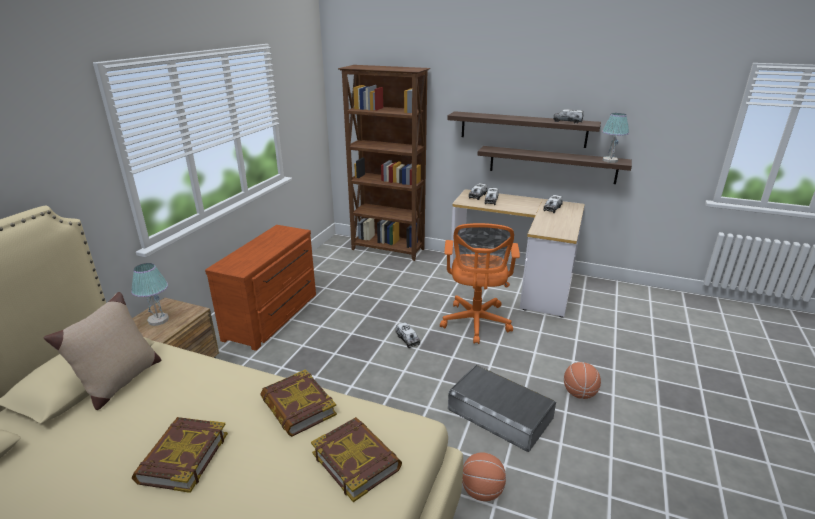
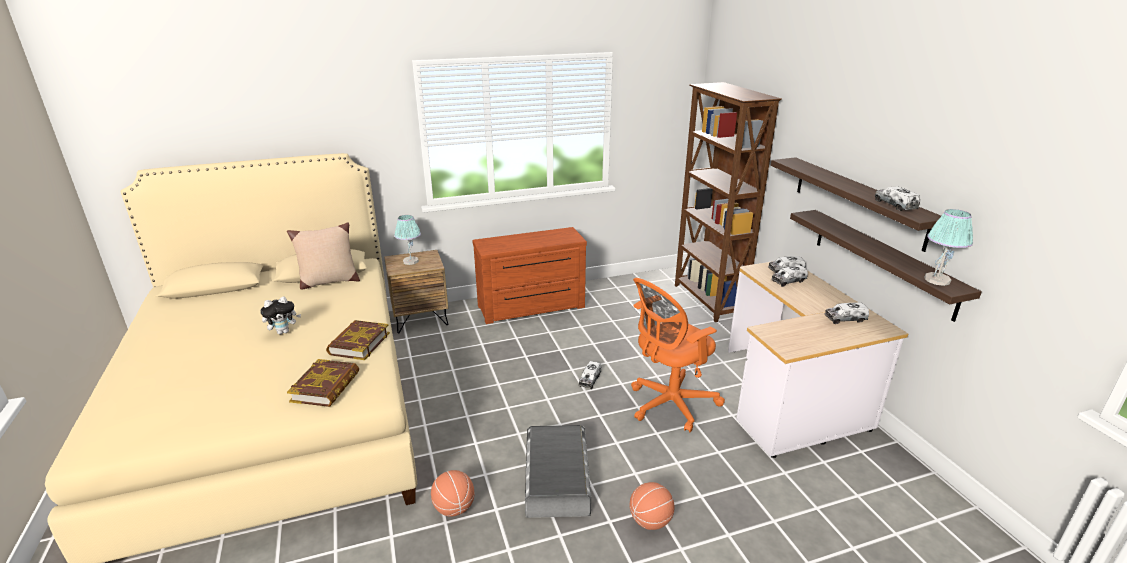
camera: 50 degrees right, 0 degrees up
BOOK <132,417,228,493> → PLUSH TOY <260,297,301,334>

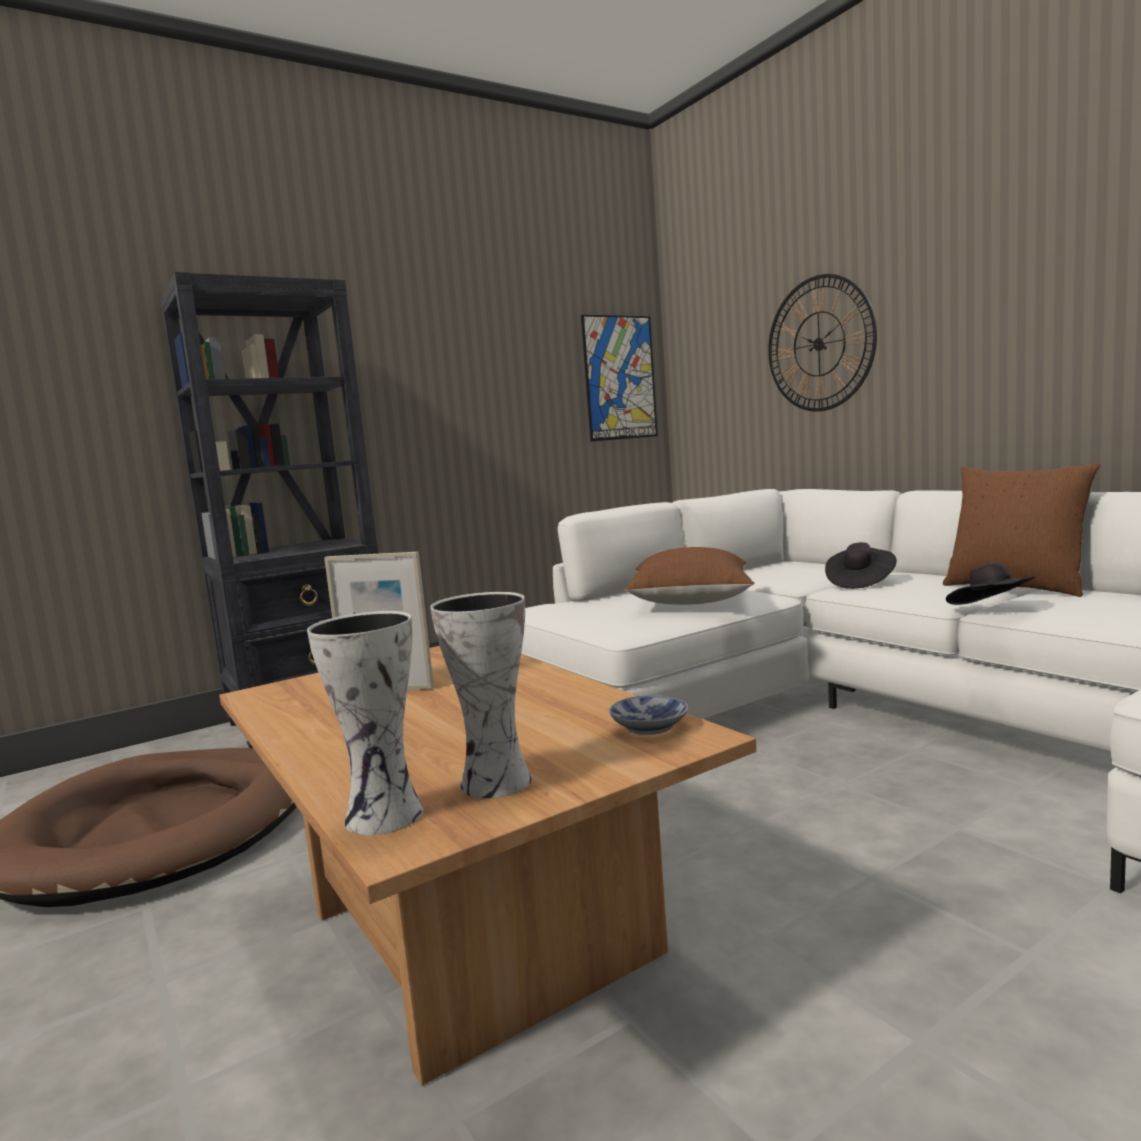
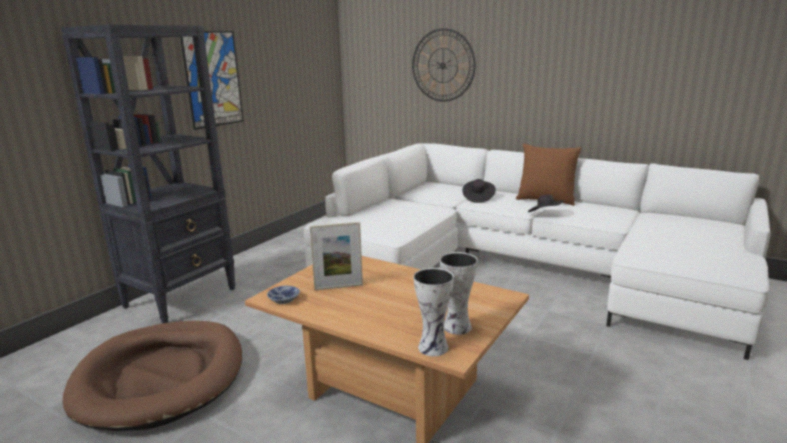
camera: 25 degrees left, 10 degrees up
PICTURE <581,315,658,441> → PICTURE <180,31,243,130>, moved
BOWL <609,695,688,735> → BOWL <267,286,300,304>, moved
BROWN PILLOW <624,547,754,605> → -

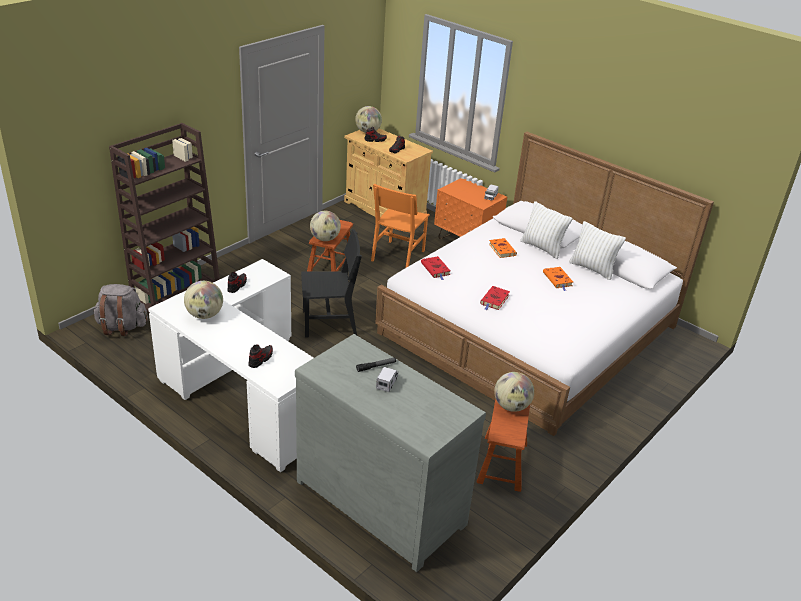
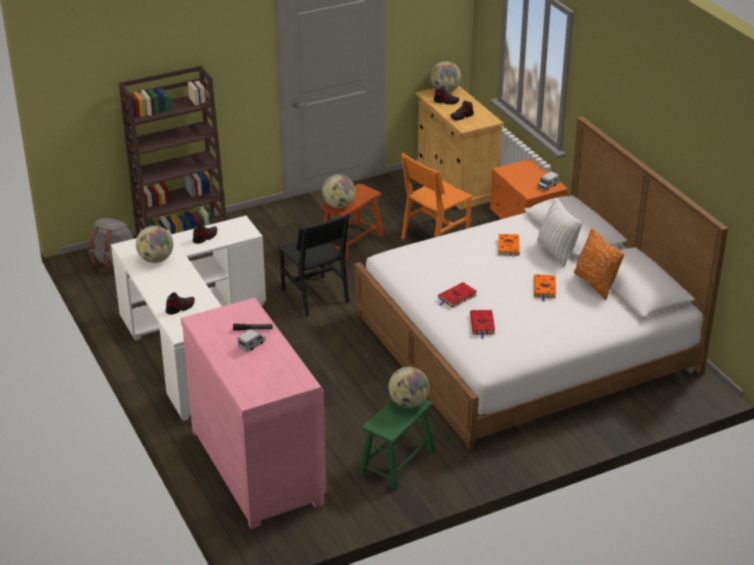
camera: 25 degrees right, 0 degrees up
GREY DRESSER <295,334,486,572> → PINK DRESSER <181,297,326,529>
BLACK CHAIR <301,229,362,337> → BLACK CHAIR <278,213,350,317>, 45 degrees clockwise
RED BOOK <421,256,450,280> → RED BOOK <470,310,495,339>, moved
BROWN STOOL <476,399,530,492> → GREEN STOOL <359,399,435,490>
WHITE PILLOW <569,221,626,280> → ORANGE PILLOW <574,228,624,300>

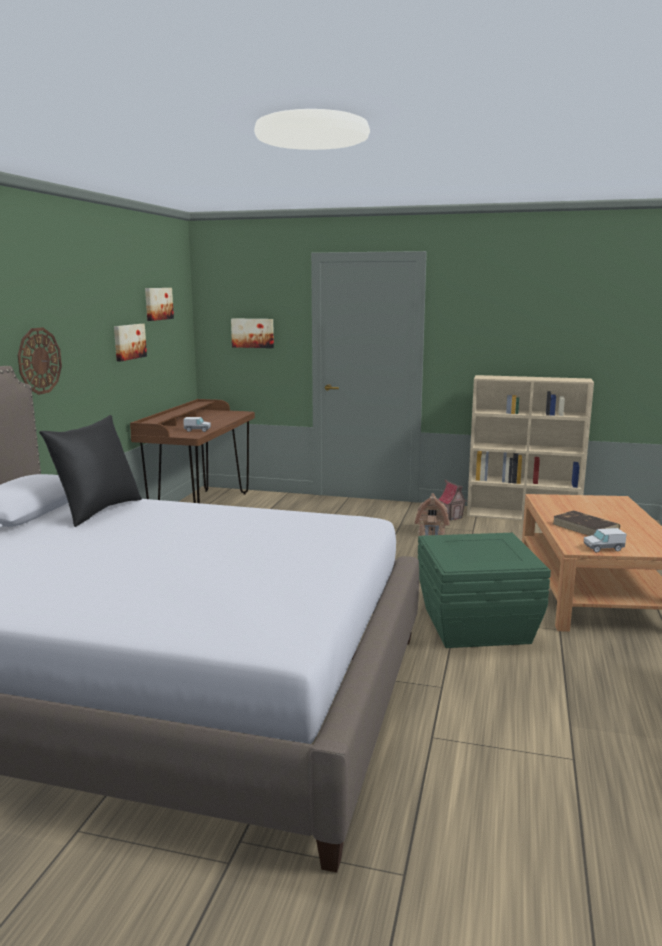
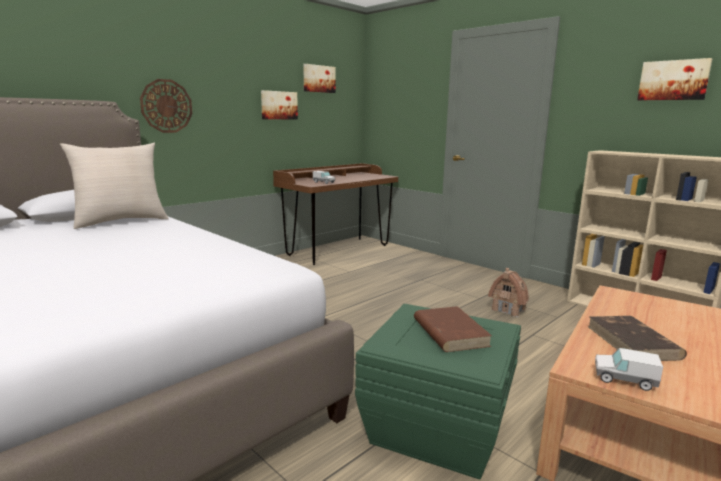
camera: 30 degrees right, 0 degrees up
BLACK PILLOW <39,415,142,527> → BEIGE PILLOW <60,143,169,229>
PICTURE <231,318,274,348> → PICTURE <637,58,713,100>, moved
TOY HOUSE <438,479,468,521> → -
- → BROWN BOOK <414,306,492,352>

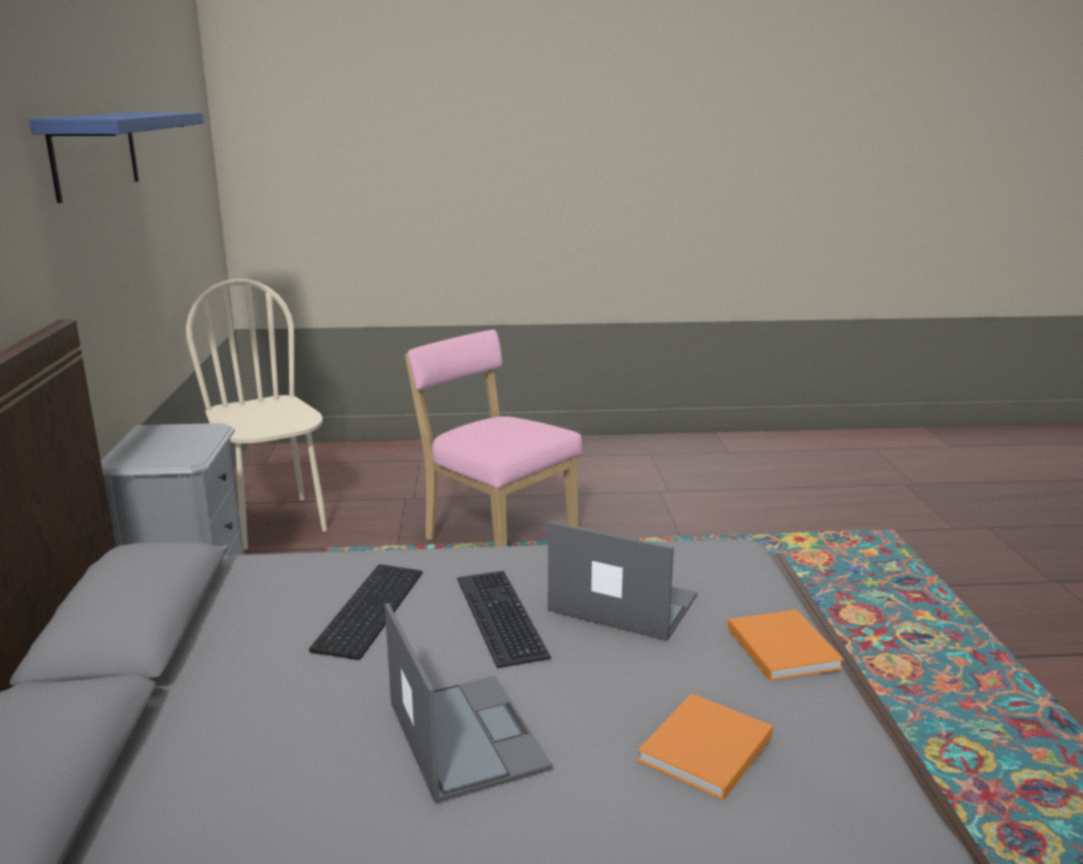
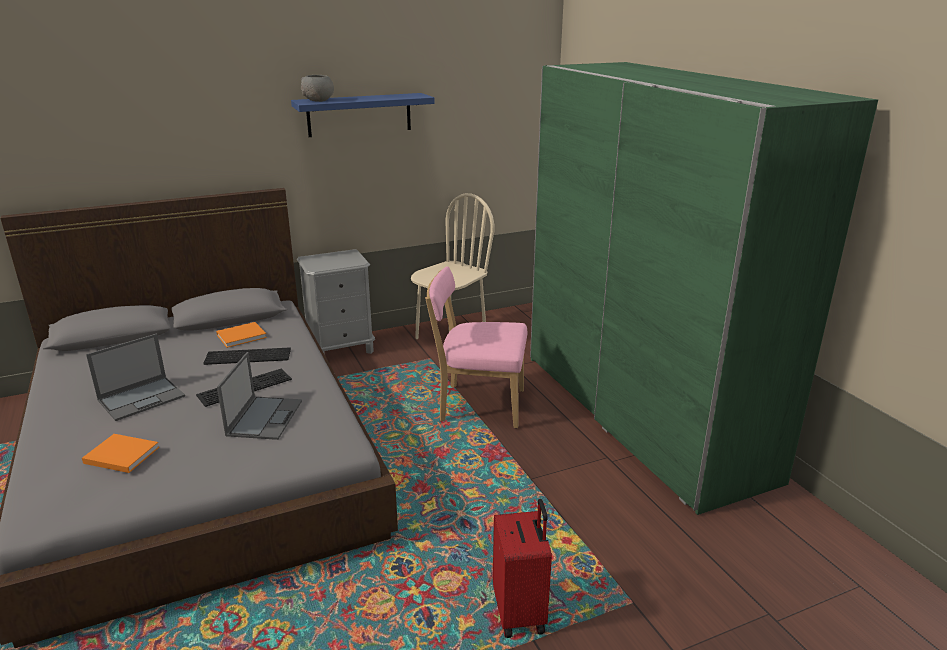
camera: 70 degrees right, 5 degrees up
PINK CHAIR <405,330,582,547> → PINK CHAIR <425,266,527,428>, 105 degrees counterclockwise
ORANGE BOOK <728,610,844,681> → ORANGE BOOK <216,322,267,348>, moved
- → GREY BOWL <301,75,334,102>
- → RED SUITCASE <493,499,552,638>
- → GREEN WARDROBE <530,62,878,515>

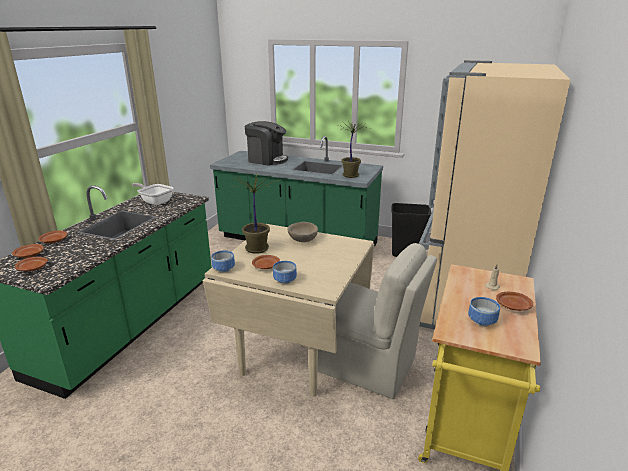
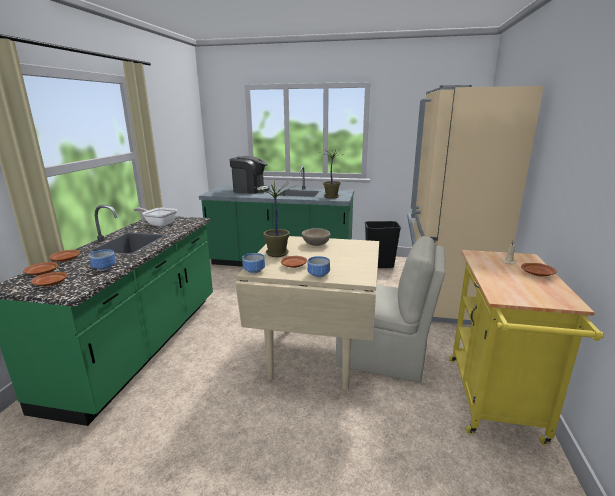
camera: 10 degrees left, 5 degrees down
BOWL <468,297,500,326> → BOWL <89,250,116,271>, moved

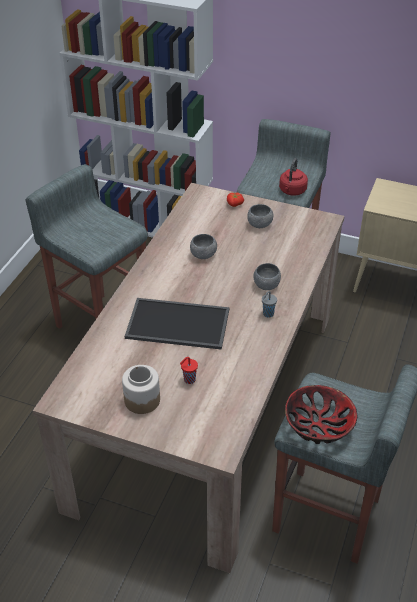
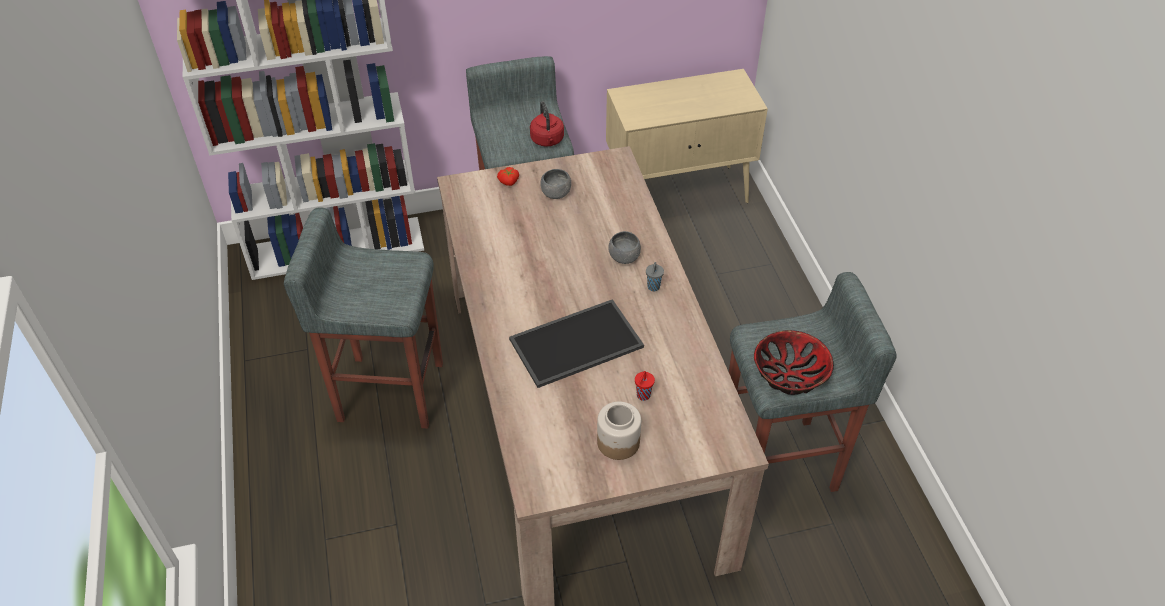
camera: 35 degrees left, 5 degrees up
GREY BOWL <190,234,217,259> → -

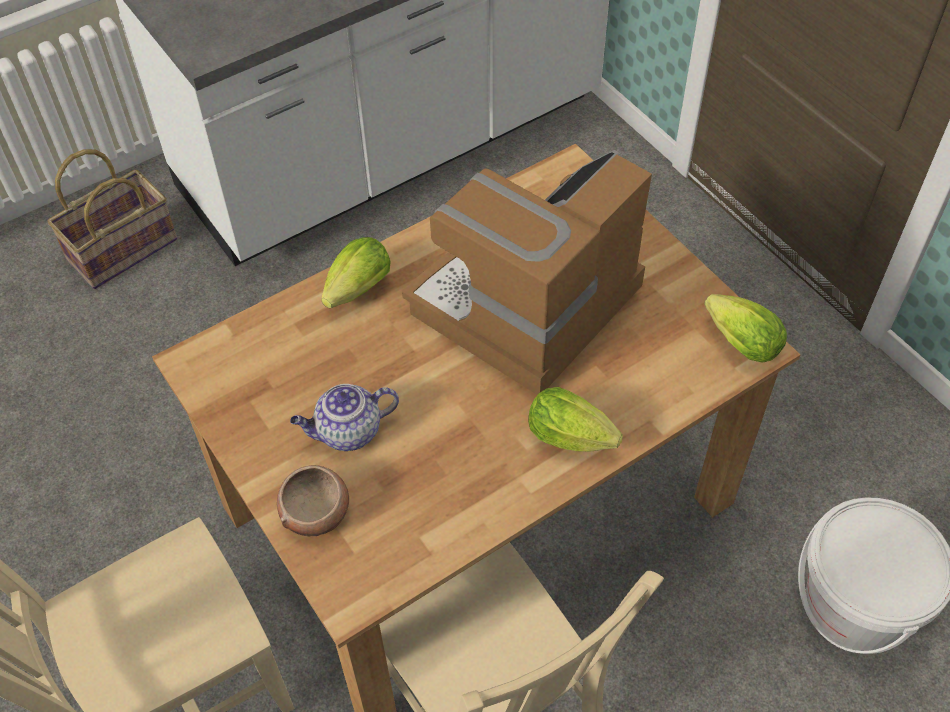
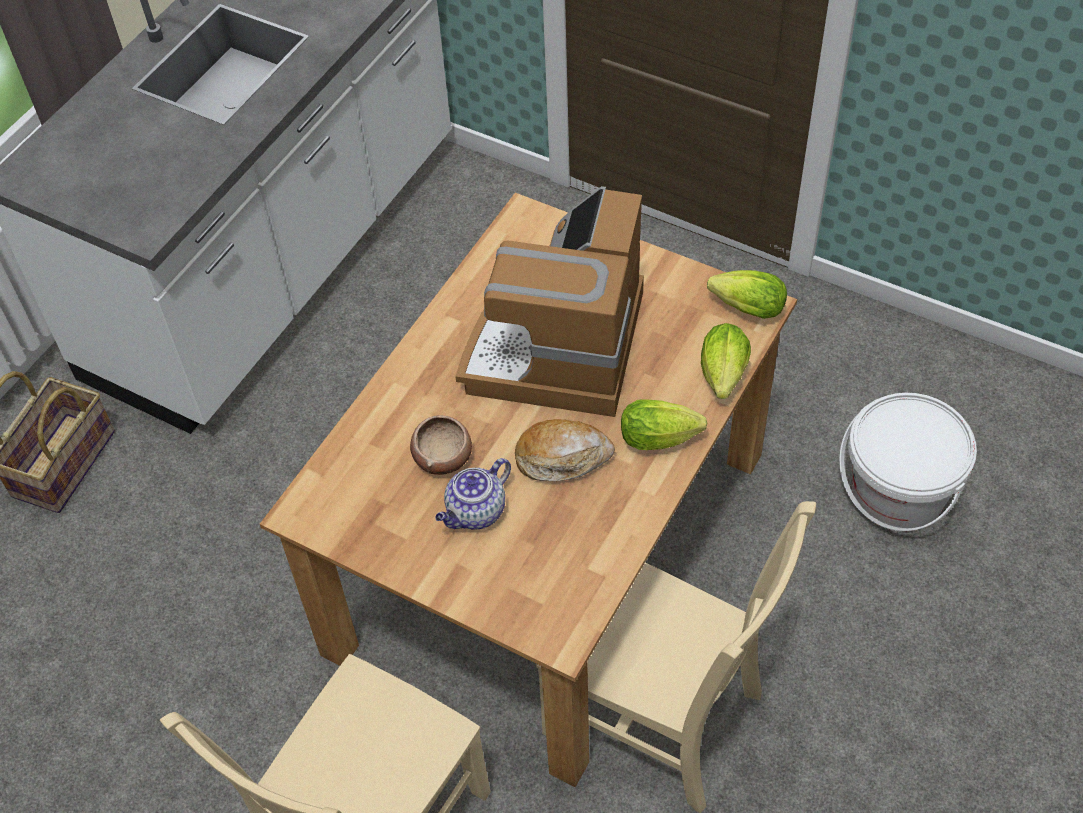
camera: 25 degrees left, 0 degrees up
BOWL <277,465,349,537> → BOWL <410,415,472,475>, moved
LETTUCE <321,237,391,309> → LETTUCE <701,323,751,399>, moved
- → BREAD <515,419,615,481>

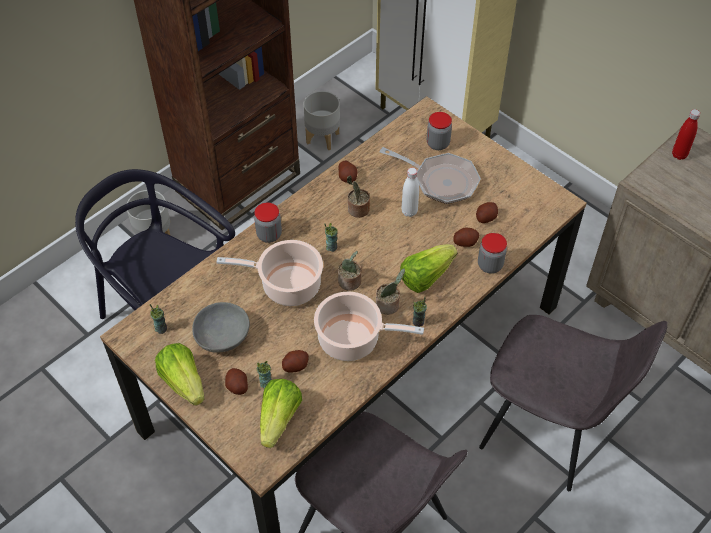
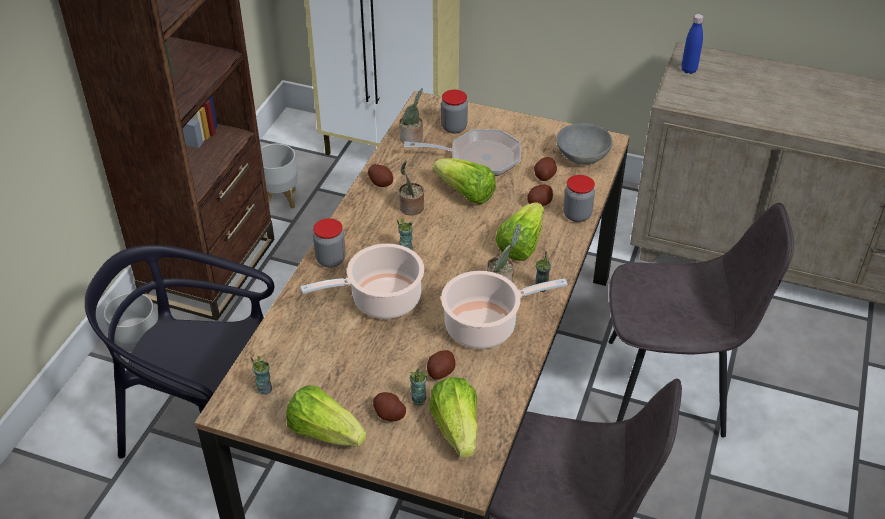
camera: 25 degrees left, 10 degrees down
GREY BOWL <192,302,250,353> → GREY BOWL <556,123,613,165>, moved
POTTED PLANT <338,251,362,291> → POTTED PLANT <399,88,423,145>, moved
WHITE BOTTLE <402,168,419,217> → LETTUCE <433,158,496,204>
RED BOTTLE <672,109,700,160> → BLUE BOTTLE <681,14,704,74>

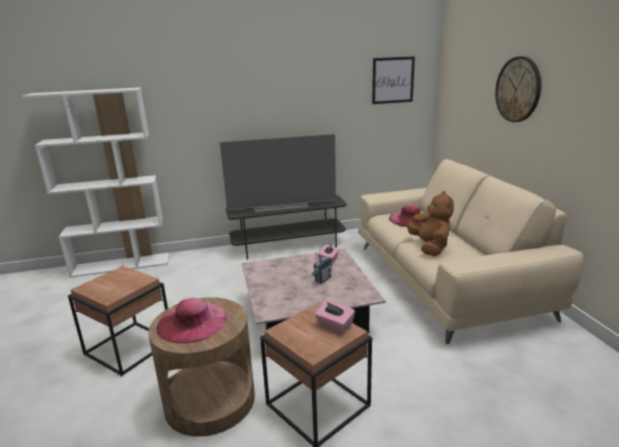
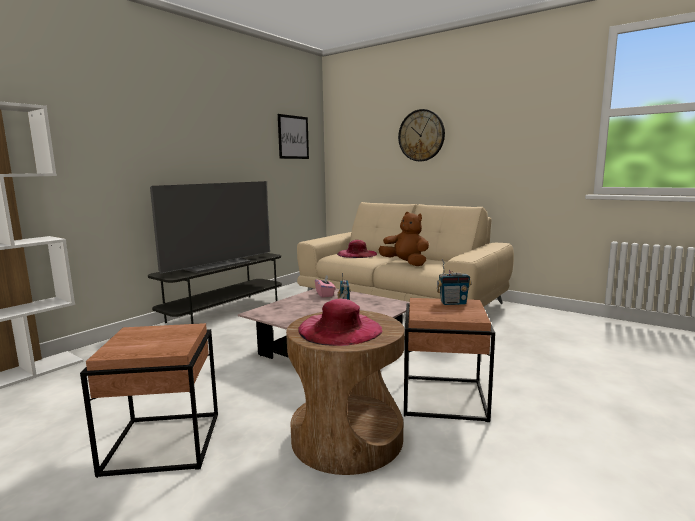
camera: 40 degrees left, 10 degrees down
PINK TISSUE BOX <315,301,355,334> → RADIO <437,259,472,305>

